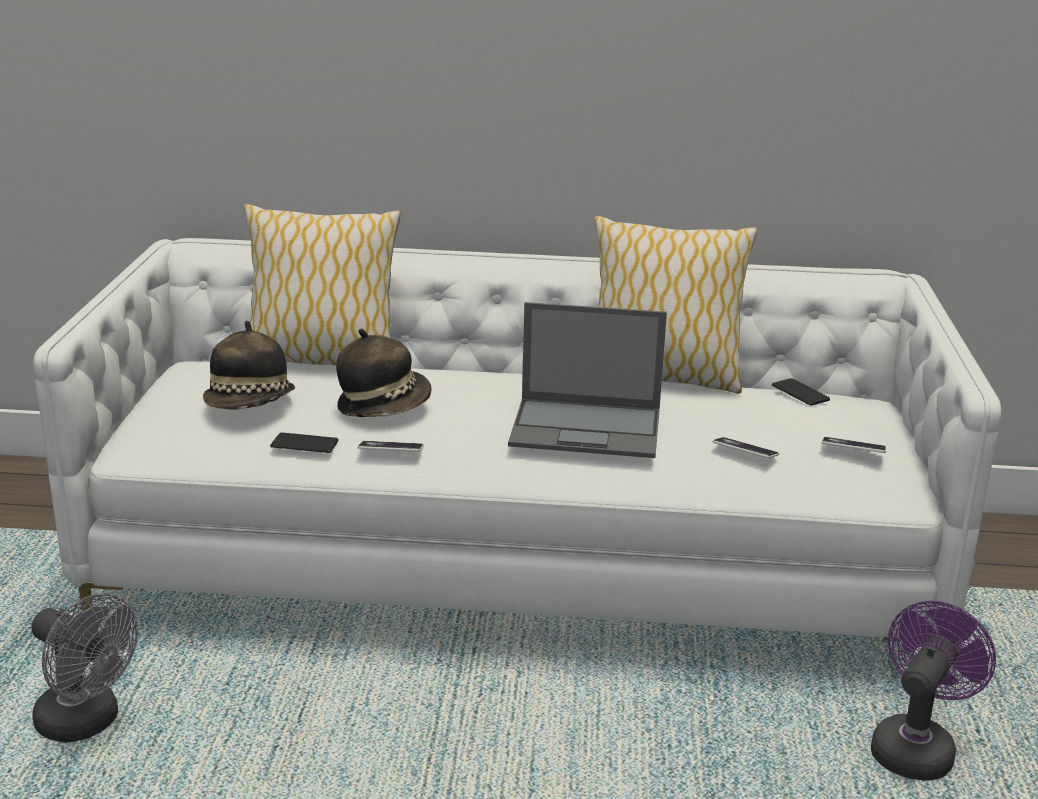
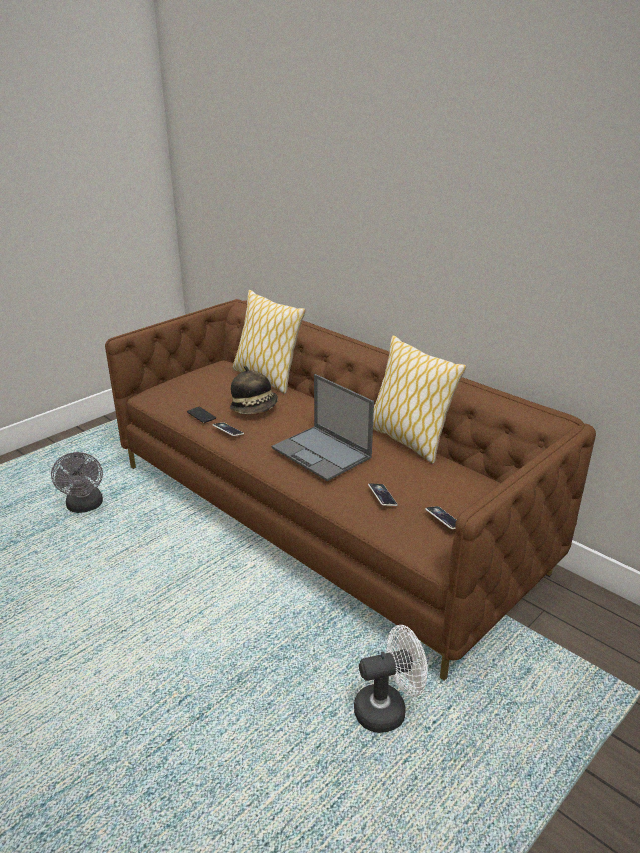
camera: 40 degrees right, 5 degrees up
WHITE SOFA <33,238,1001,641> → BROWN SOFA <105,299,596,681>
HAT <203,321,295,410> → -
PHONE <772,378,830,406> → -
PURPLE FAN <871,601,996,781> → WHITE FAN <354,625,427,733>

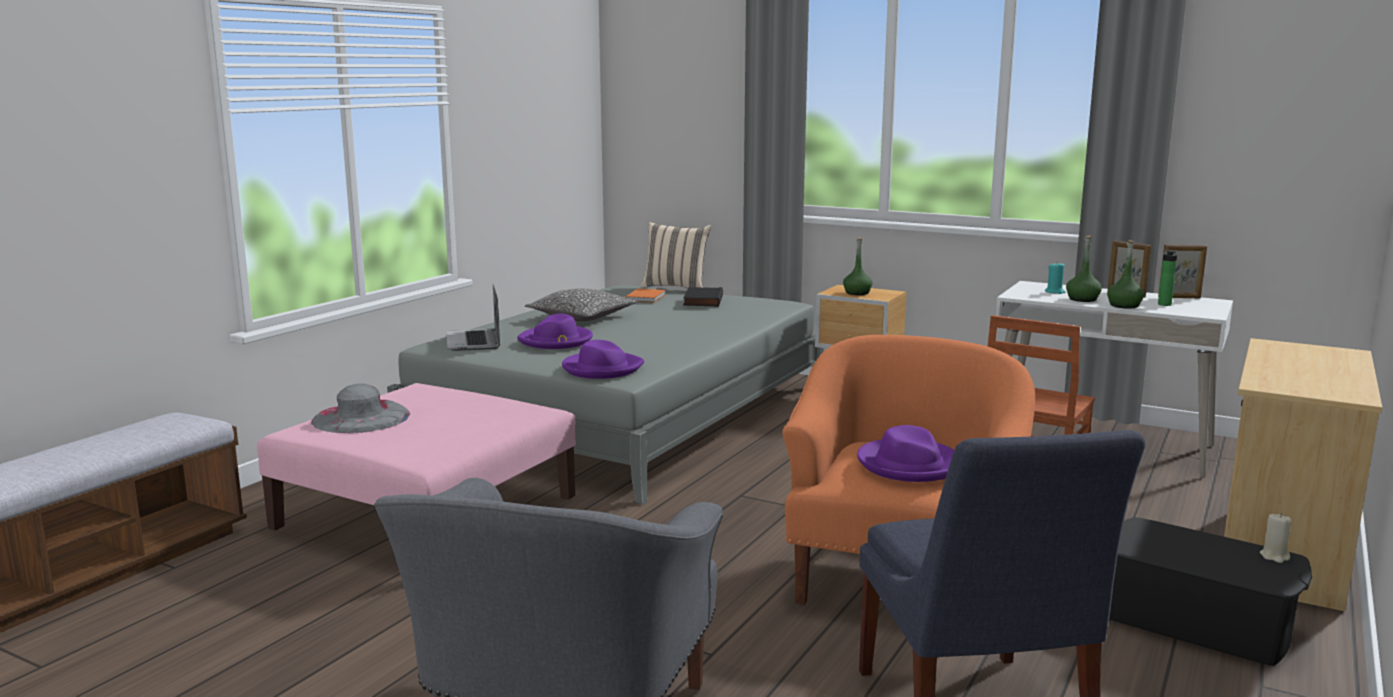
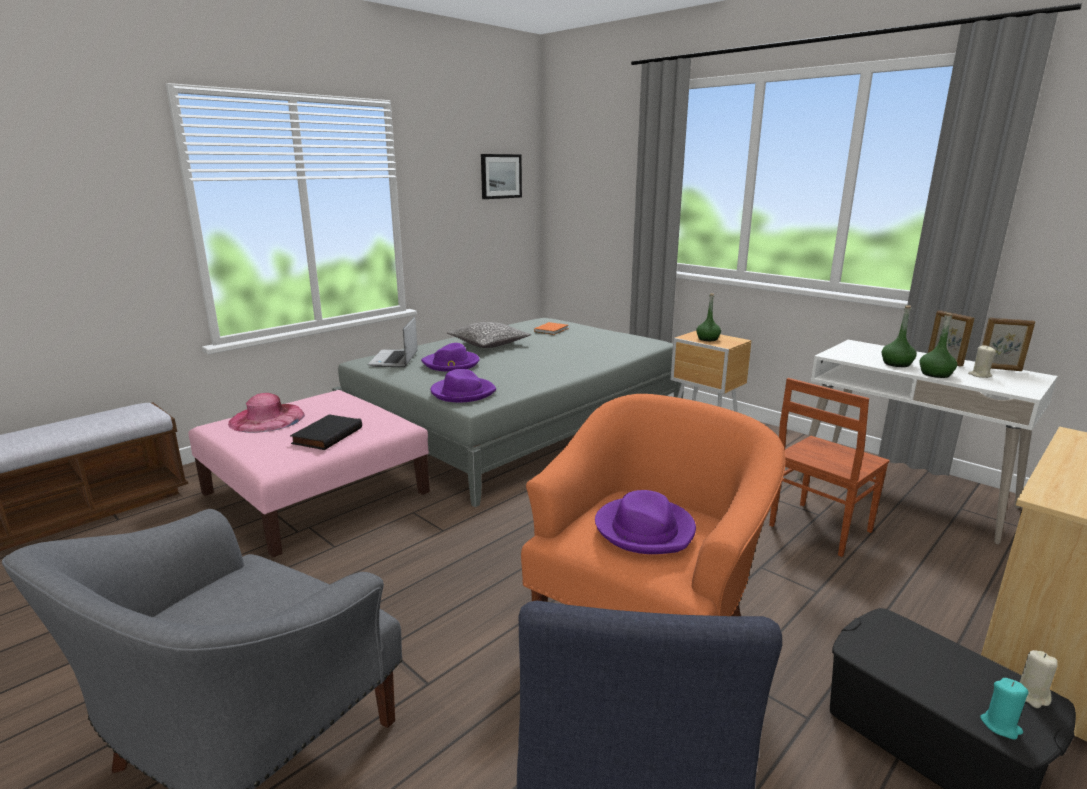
camera: 15 degrees right, 5 degrees up
GREY HAT <311,384,410,433> → PINK HAT <228,393,305,433>
BEIGE PILLOW <640,222,711,288> → -
BLACK BOOK <683,287,723,307> → BLACK BOOK <290,414,362,450>, moved
TURQUOISE CANDLE <1045,262,1066,294> → TURQUOISE CANDLE <980,678,1028,739>, moved
BOTTLE <1158,250,1177,306> → BEIGE CANDLE <968,345,996,378>
- → PICTURE <481,154,522,199>

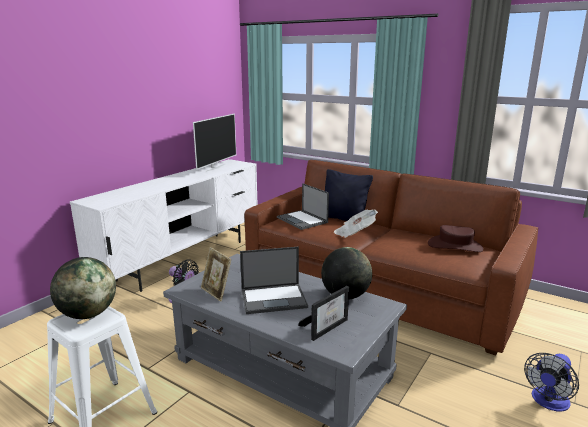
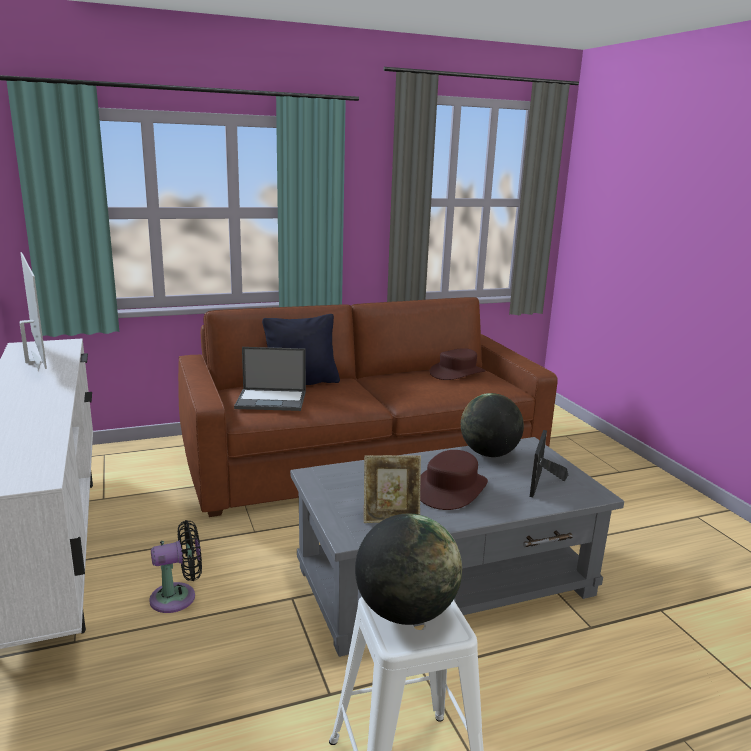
camera: 55 degrees left, 0 degrees up
LAPTOP <240,247,308,314> → BROWN HAT <420,450,488,510>
PICTURE FRAME <298,286,349,341> → PICTURE FRAME <530,430,568,497>, 150 degrees counterclockwise
NEWSPAPER <334,210,378,238> → -
FAN <524,353,579,411> → -

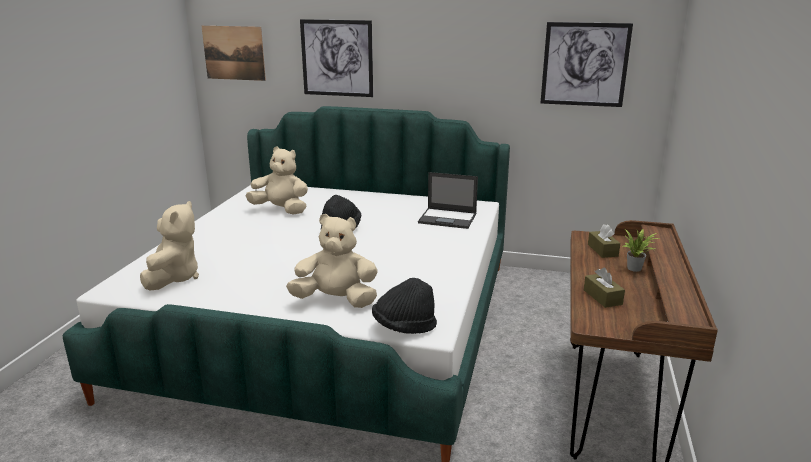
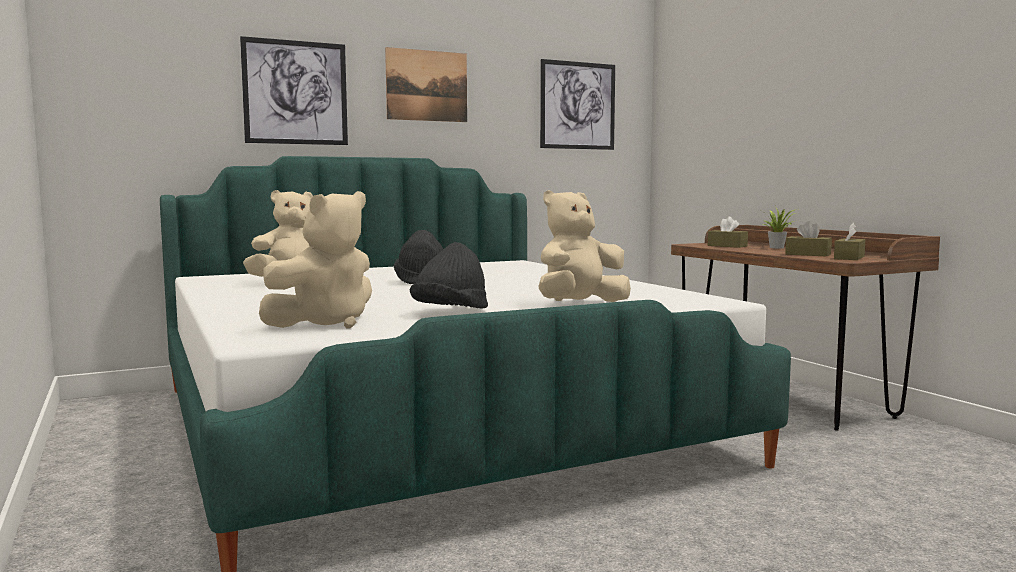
camera: 40 degrees left, 15 degrees down
BEIGE PLUSH TOY <140,201,199,291> → BEIGE PLUSH TOY <259,191,372,328>, 75 degrees clockwise
PICTURE <202,26,266,81> → PICTURE <385,47,467,122>, moved
BLACK HAT <372,278,437,334> → BLACK HAT <410,242,488,309>, moved
LAPTOP <418,172,478,229> → -
- → BROWN TISSUE BOX <834,223,865,260>

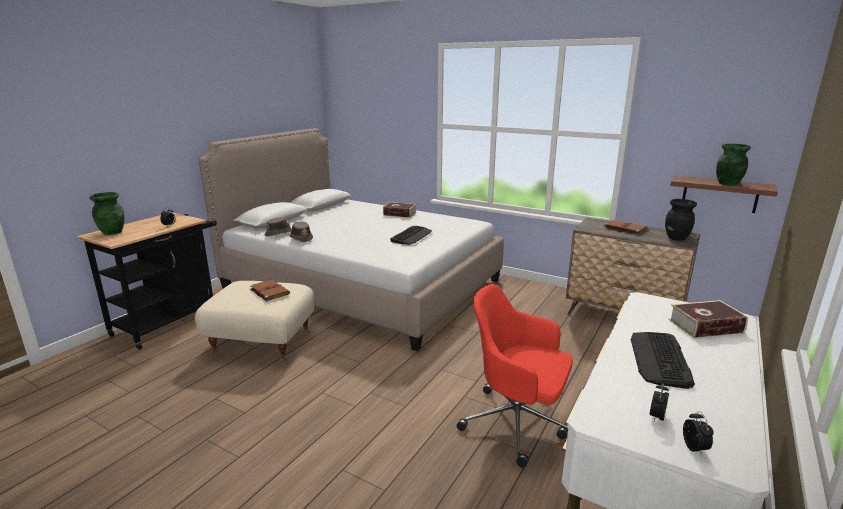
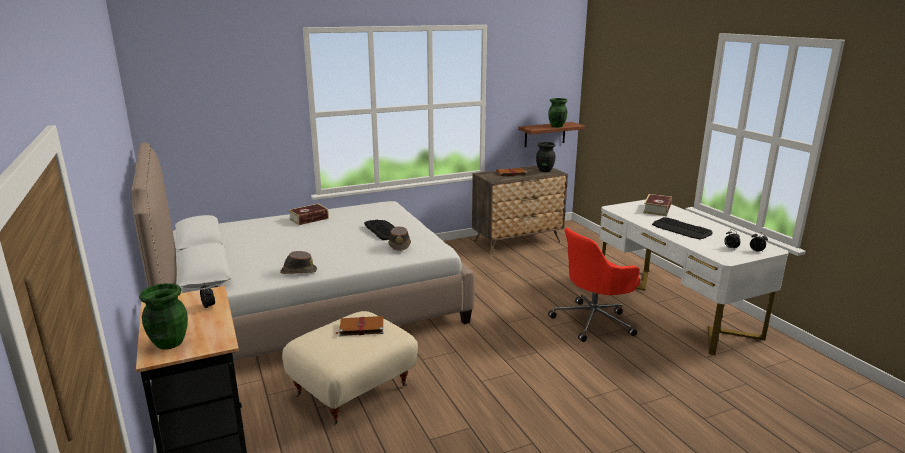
camera: 55 degrees left, 0 degrees up
BROWN HAT <265,217,292,237> → BROWN HAT <388,226,411,251>, moved

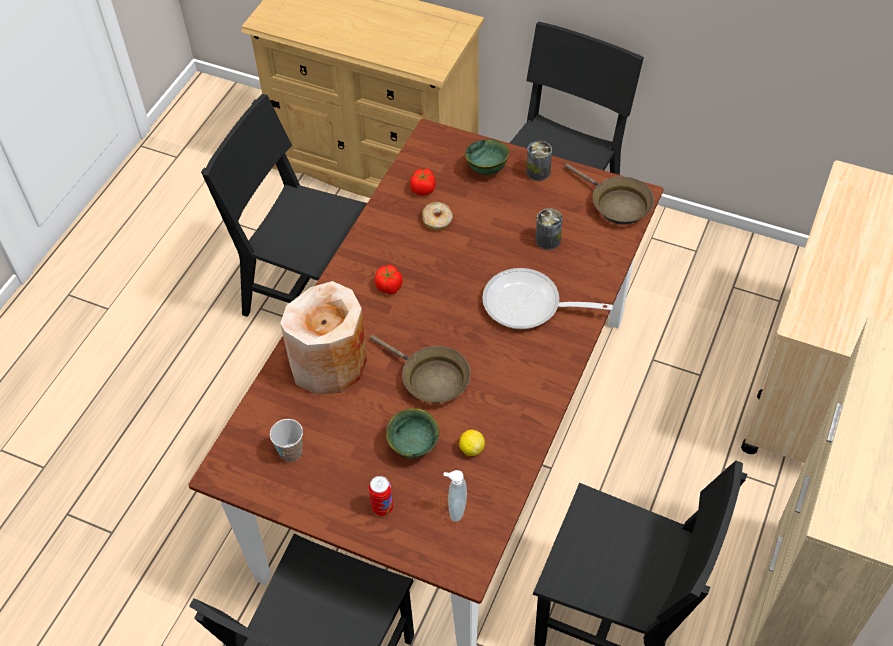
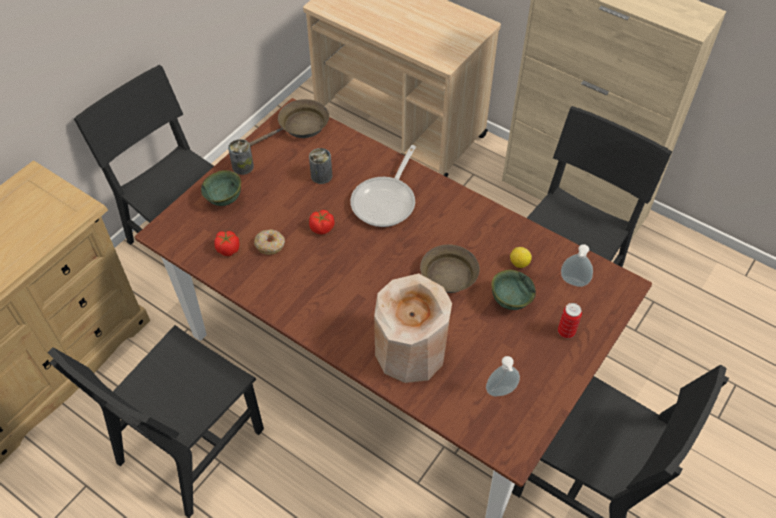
camera: 80 degrees left, 0 degrees up
CUP <270,419,303,462> → SOAP DISPENSER <486,356,520,396>
TOMATO <375,265,403,294> → TOMATO <309,210,335,235>, moved

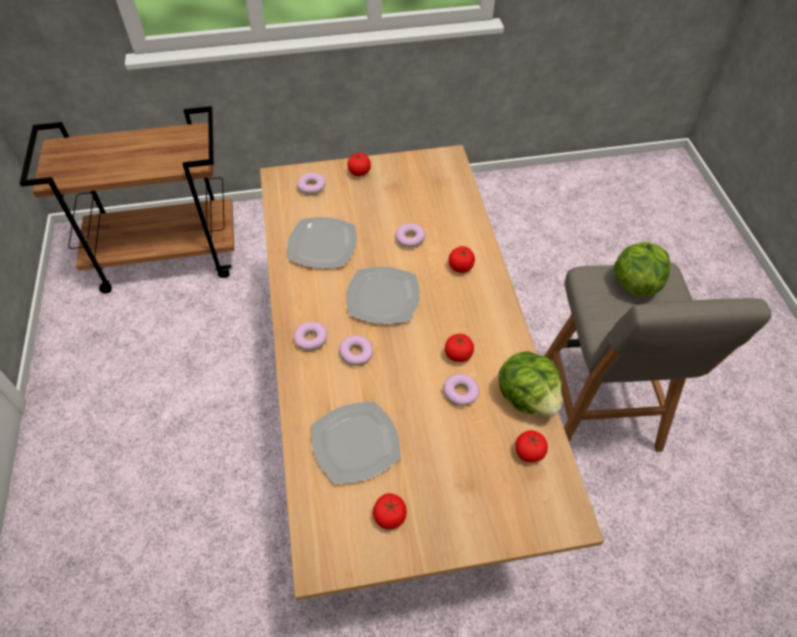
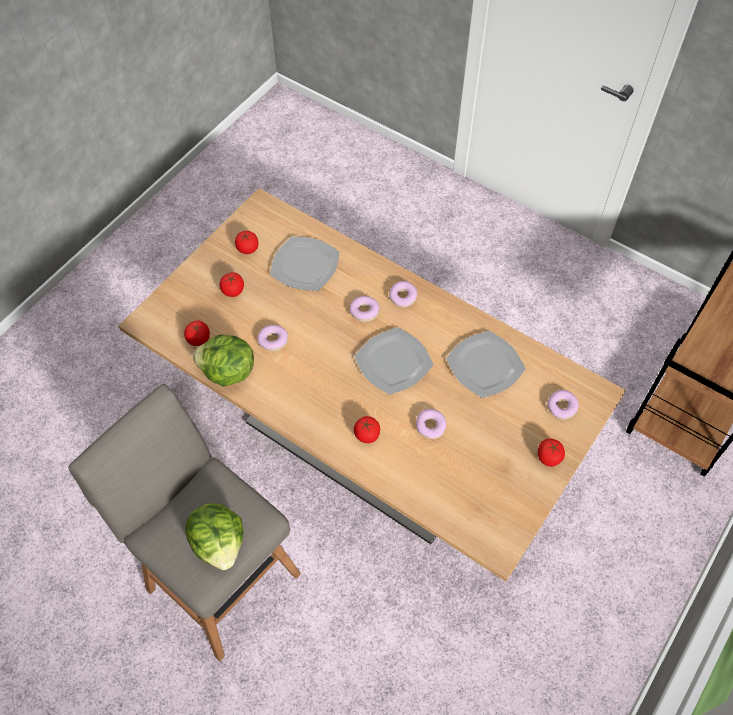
camera: 135 degrees right, 5 degrees up
TOMATO <445,334,474,362> → TOMATO <220,272,244,297>, moved

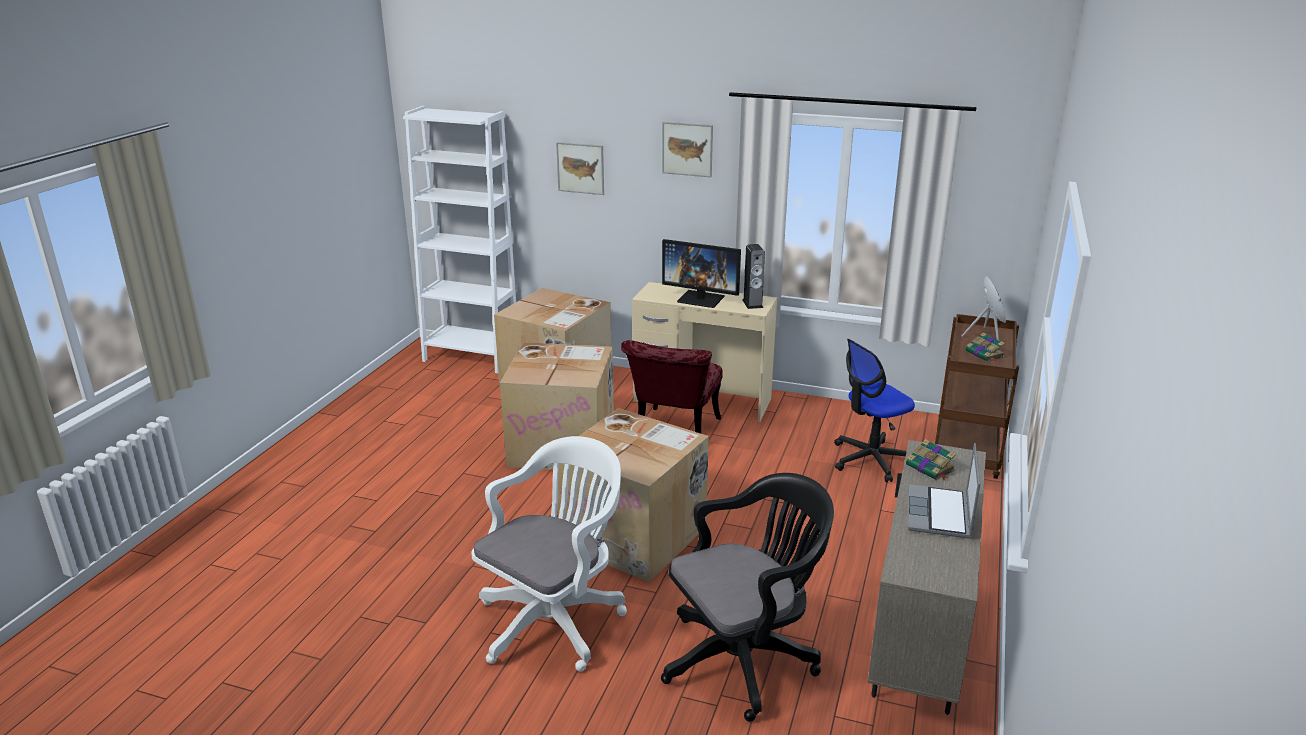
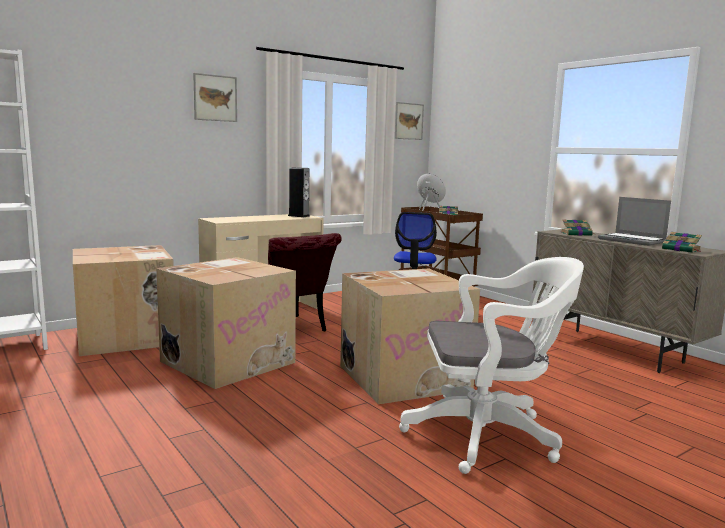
camera: 55 degrees left, 15 degrees down
WHITE OFFICE CHAIR <471,436,627,672> → WHITE OFFICE CHAIR <399,257,584,474>, 105 degrees clockwise
PICTURE <556,142,604,195> → PICTURE <395,102,424,140>, moved
BLACK OFFICE CHAIR <661,473,834,722> → -
MONITOR <662,239,741,308> → -
- → BOOK <662,232,702,253>

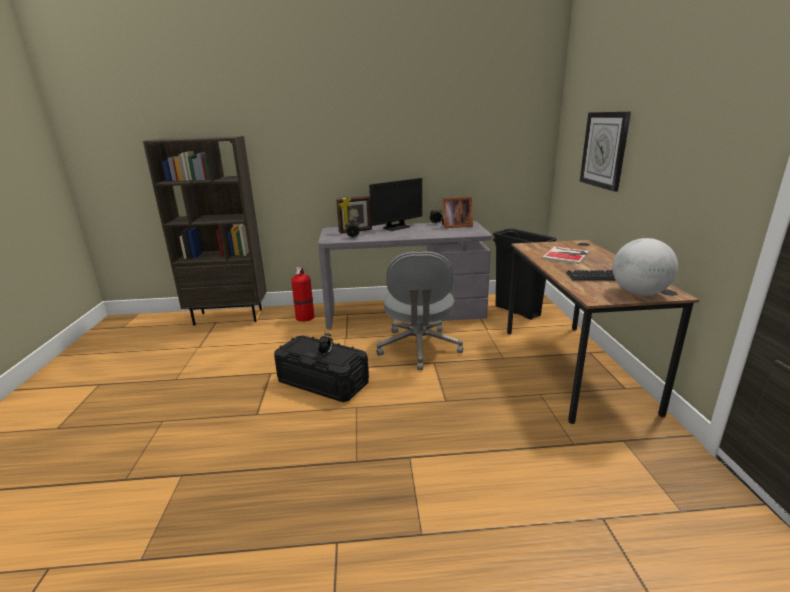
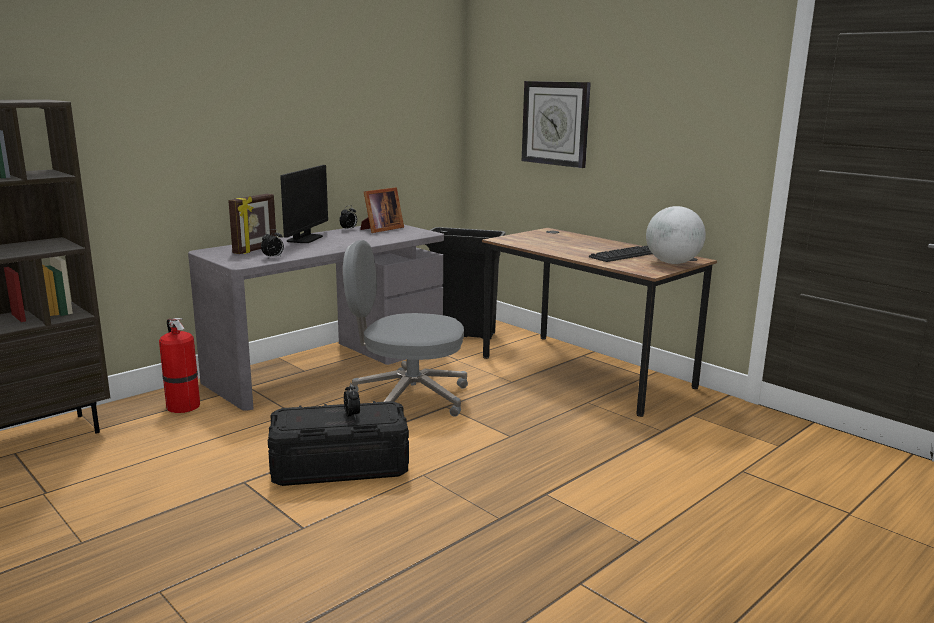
camera: 40 degrees left, 5 degrees down
GREY OFFICE CHAIR <376,251,463,370> → GREY OFFICE CHAIR <343,240,468,417>, 135 degrees clockwise
BOOK <541,246,589,264> → -

